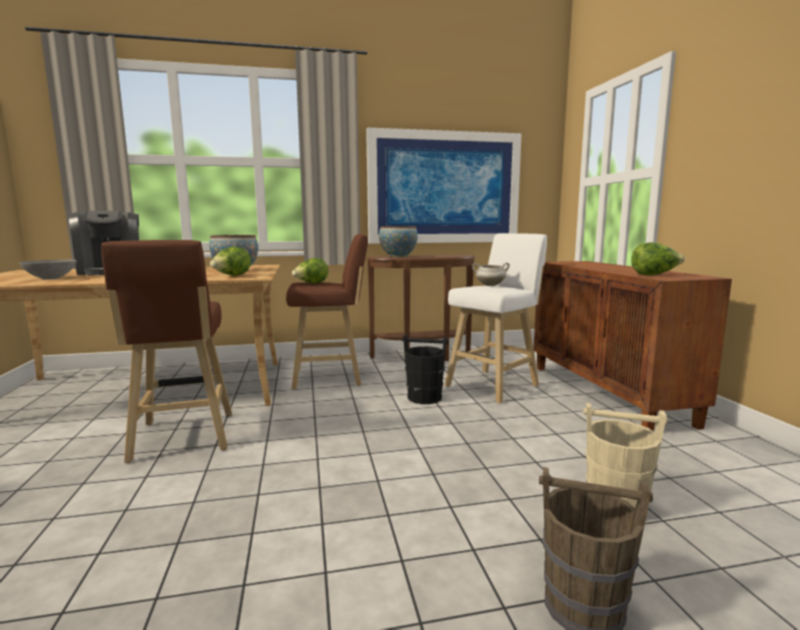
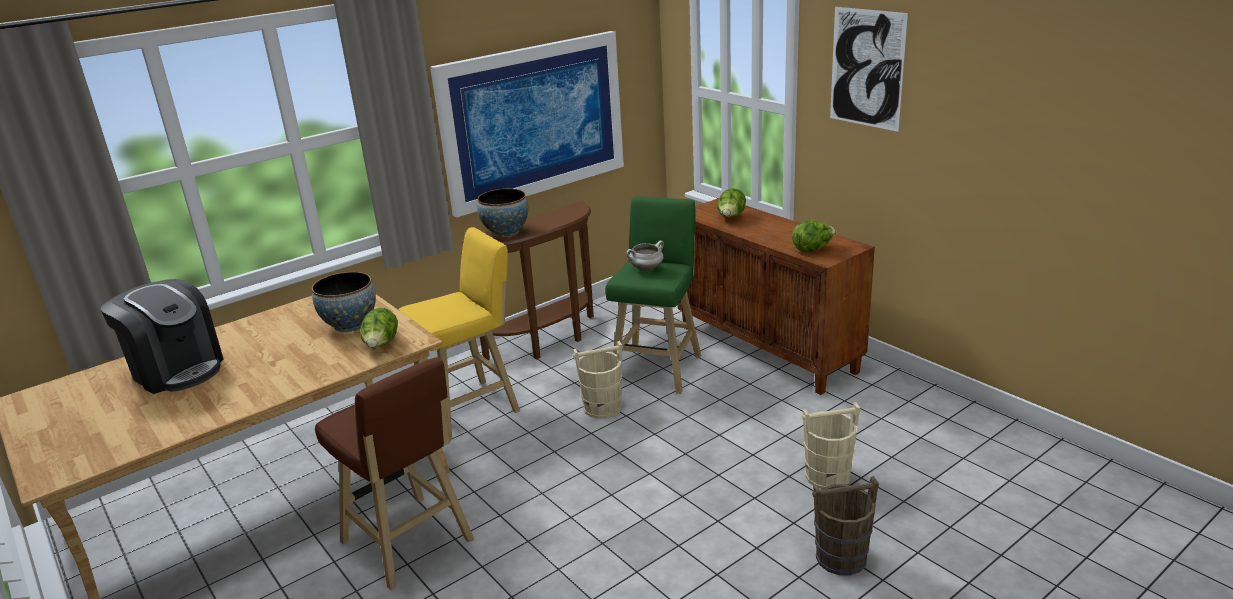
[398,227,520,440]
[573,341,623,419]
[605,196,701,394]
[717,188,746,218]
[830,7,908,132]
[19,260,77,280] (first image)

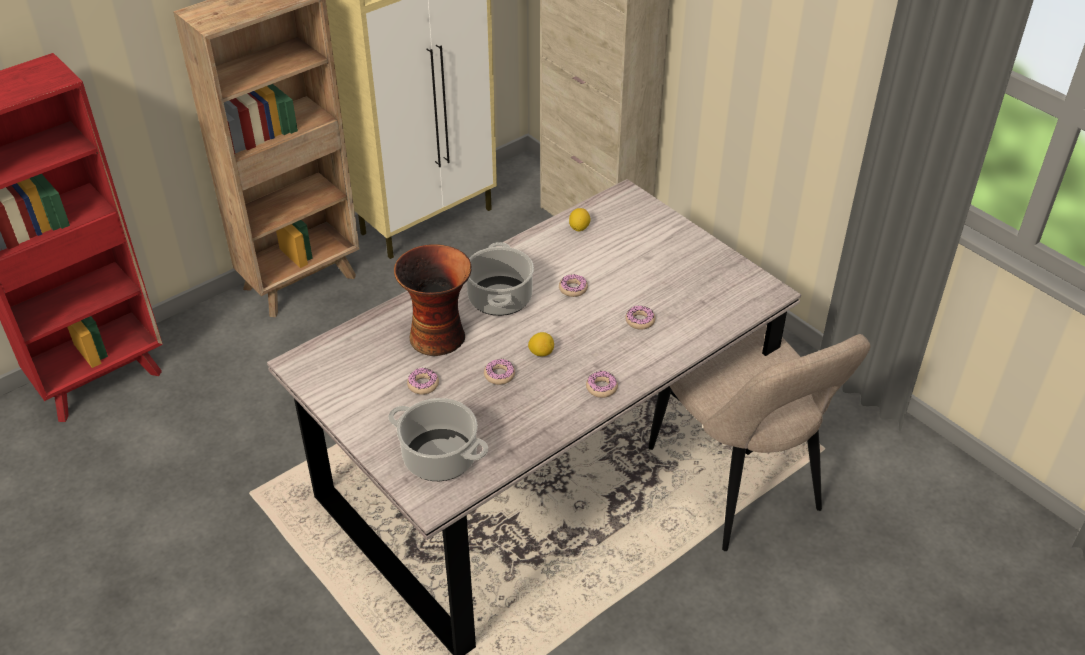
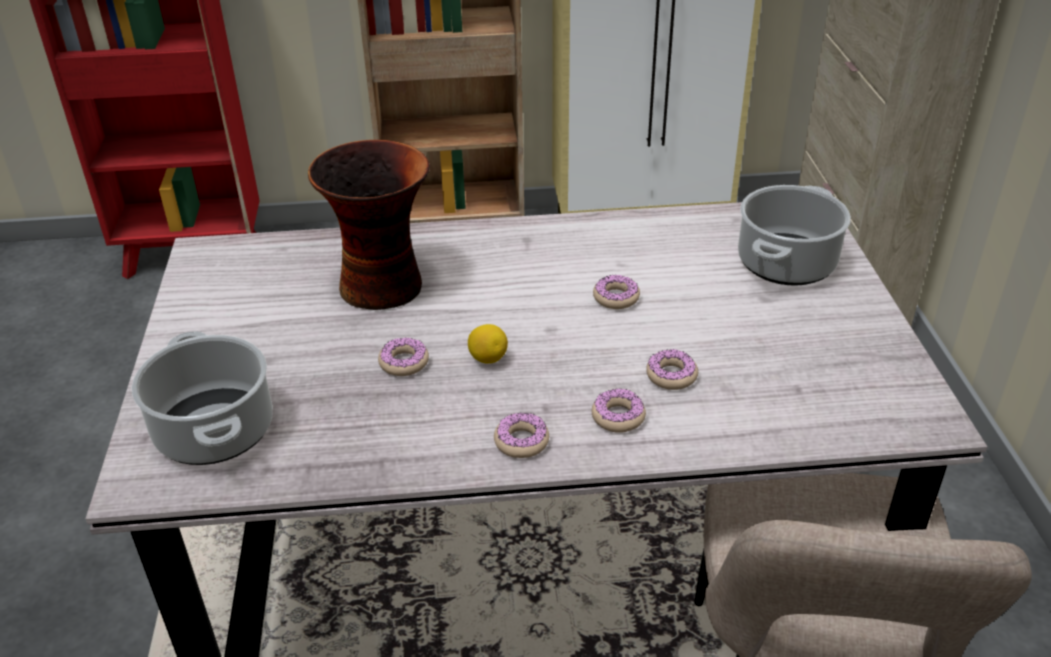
[591,388,646,433]
[738,185,851,286]
[569,208,590,232] (first image)

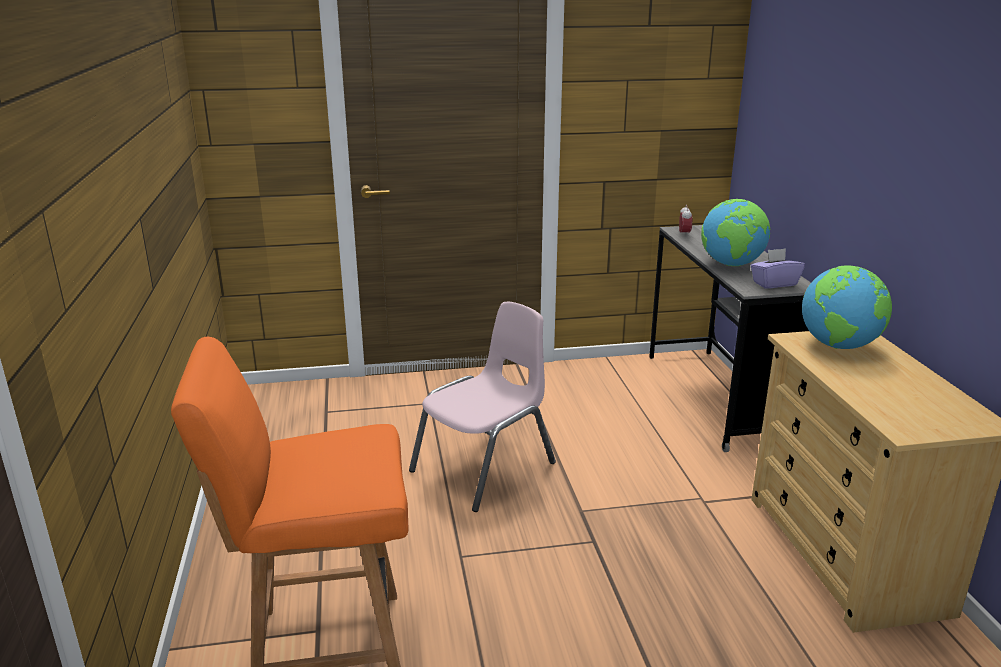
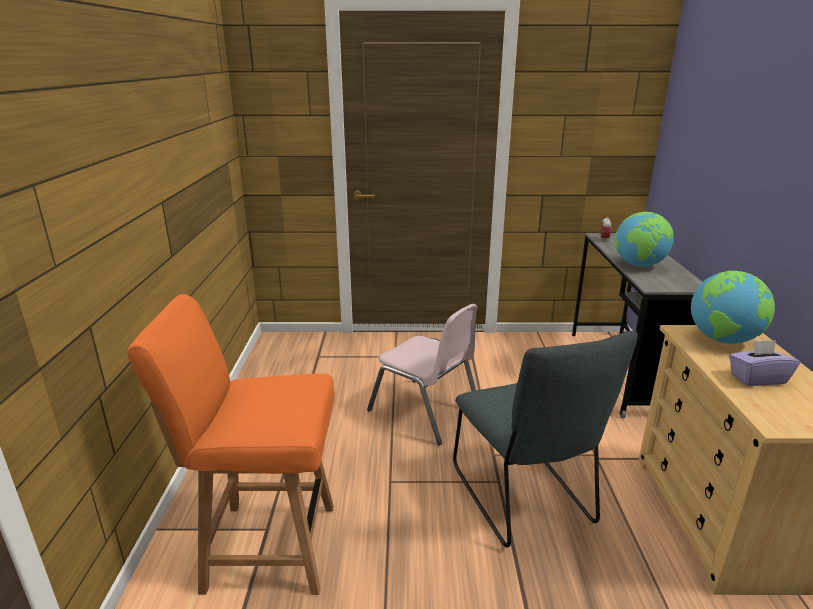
[367,304,478,445]
[453,331,638,547]
[729,340,800,386]

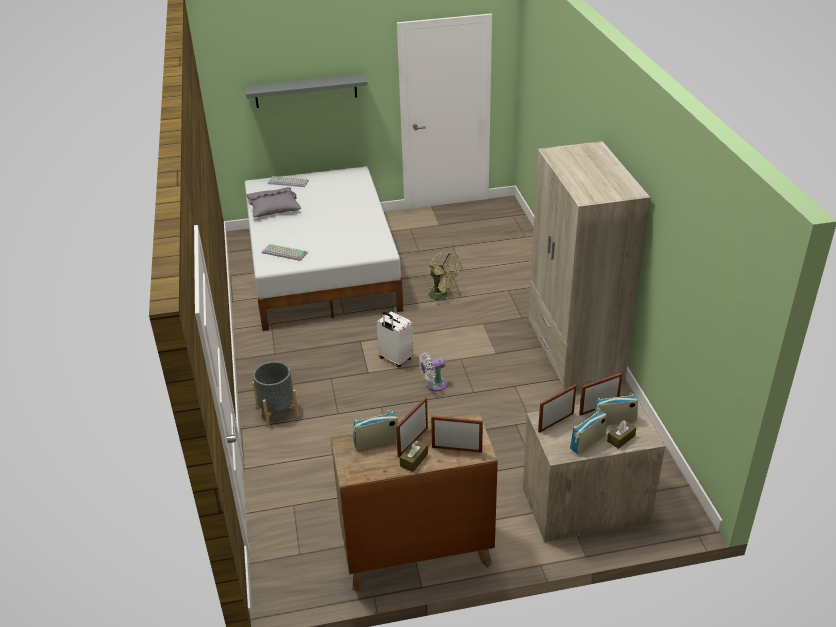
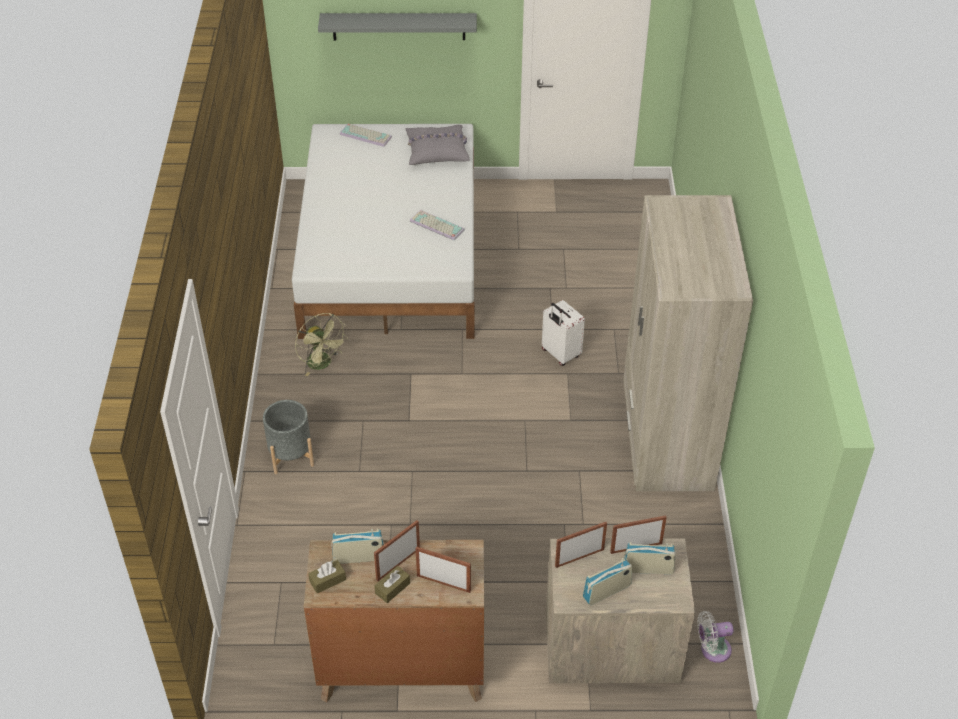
[295,313,348,376]
[308,560,346,593]
[406,125,469,165]
[410,210,465,240]
[542,300,585,366]
[697,611,734,663]

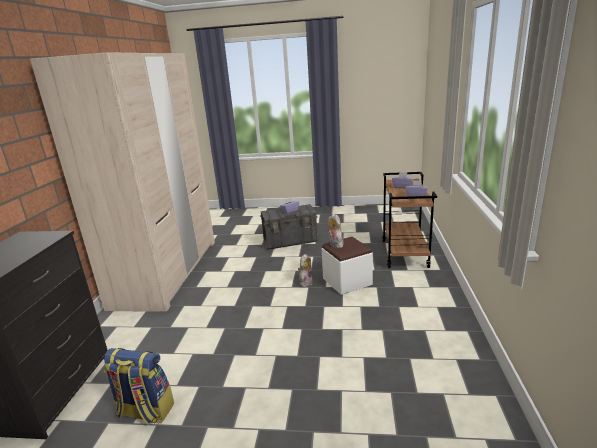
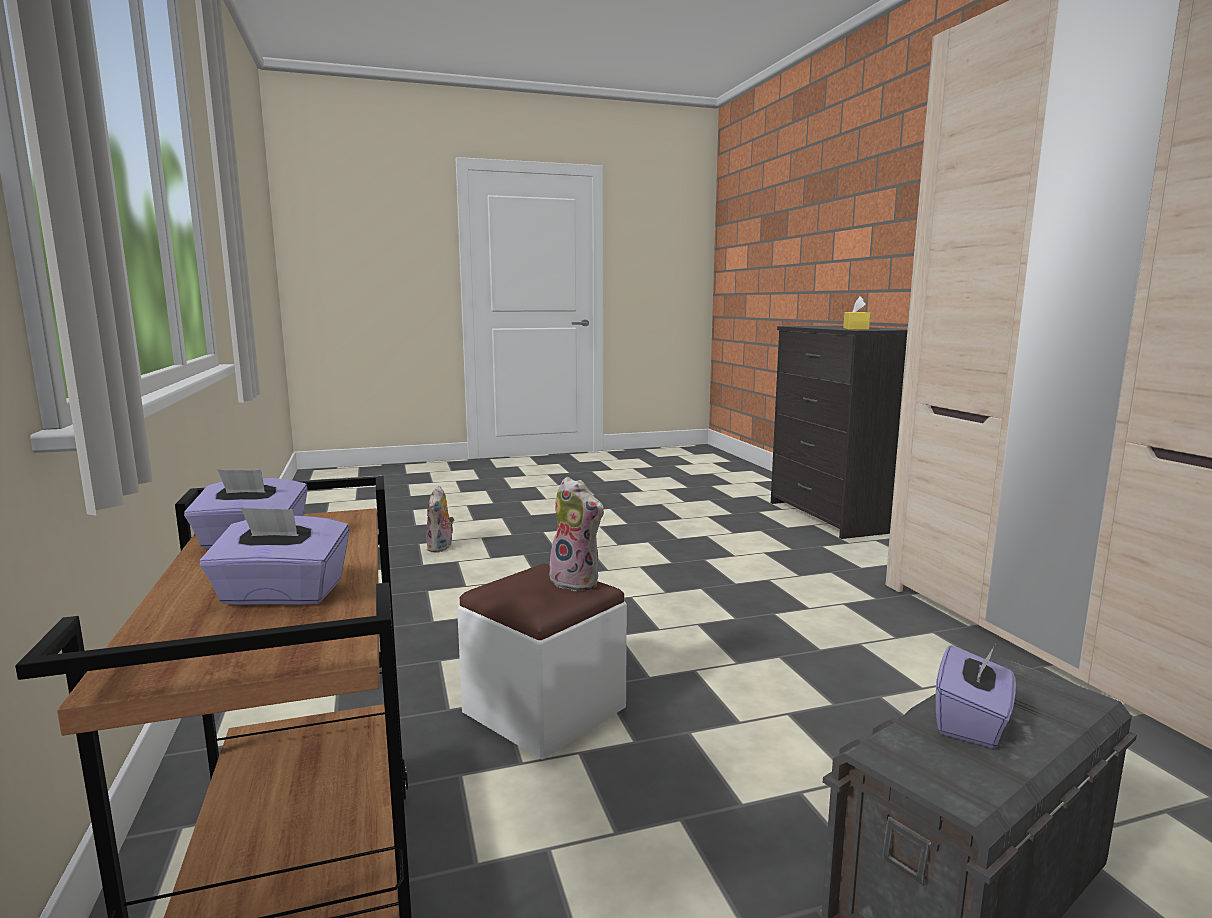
[427,486,454,552]
[843,296,871,330]
[104,348,174,425] (first image)

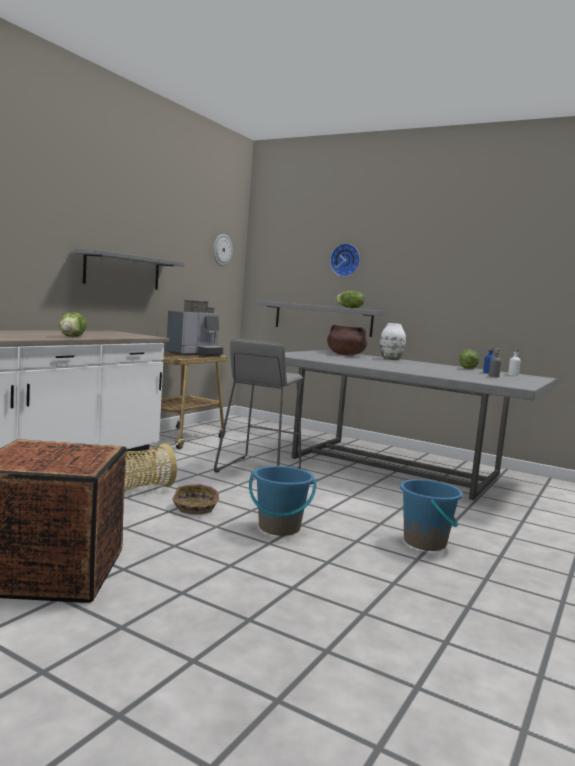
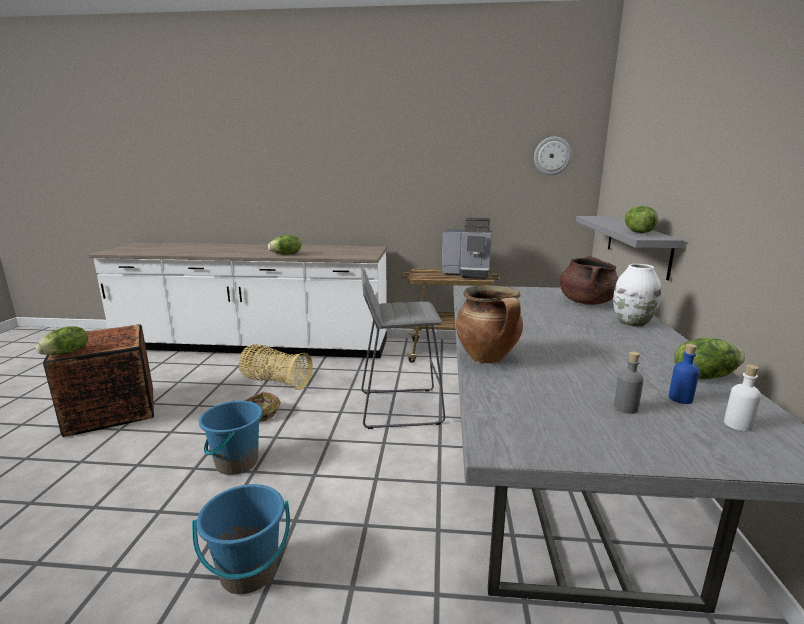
[35,326,88,355]
[456,285,523,363]
[74,248,185,290] (first image)
[330,243,360,277] (first image)

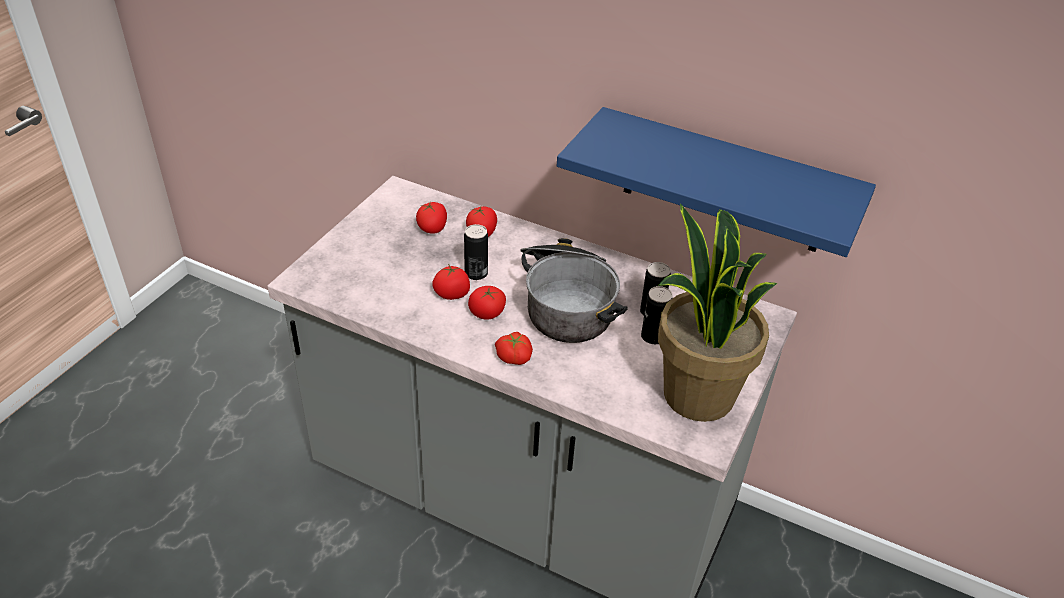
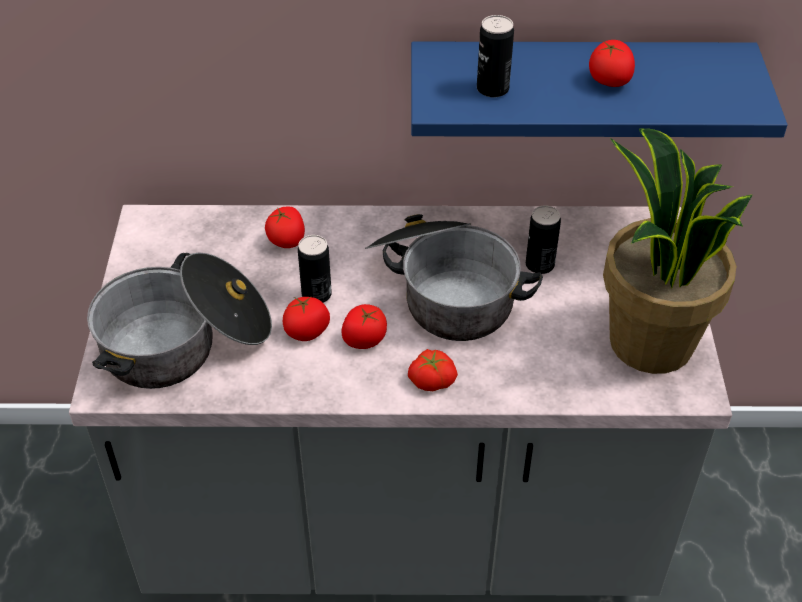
[87,252,272,389]
[477,15,514,98]
[589,40,635,87]

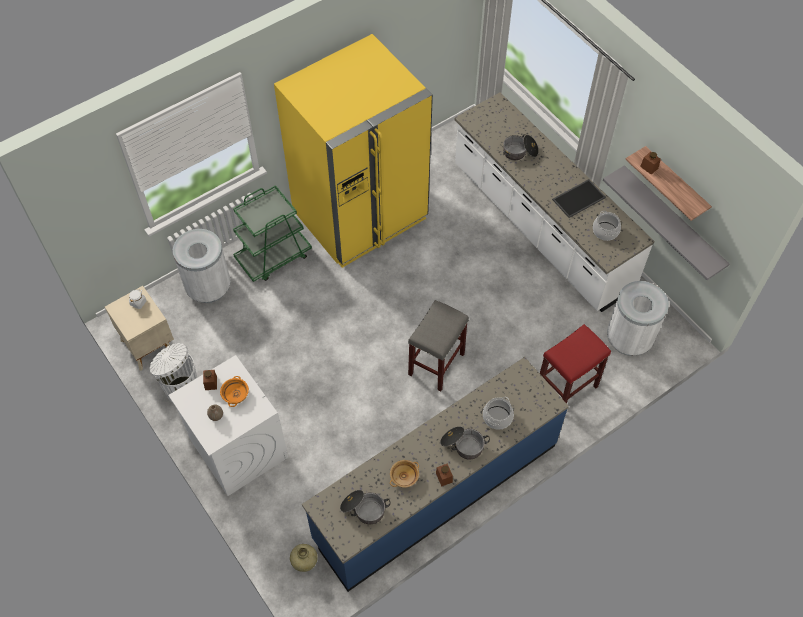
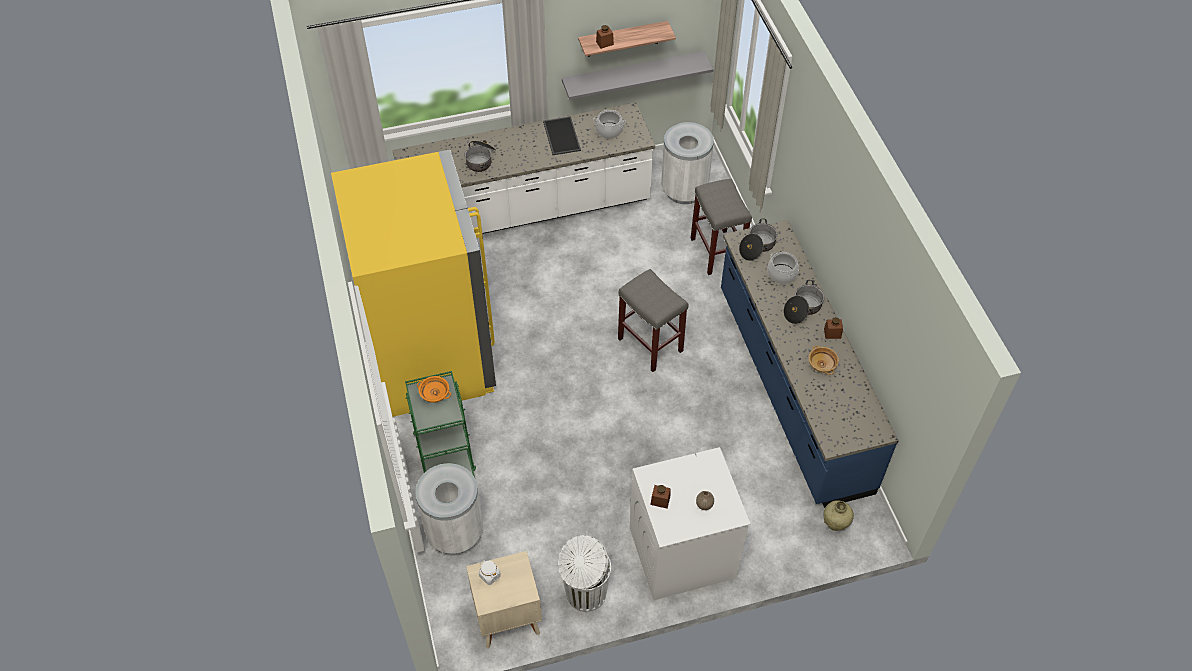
[417,376,451,403]
[691,178,752,275]
[739,219,778,261]

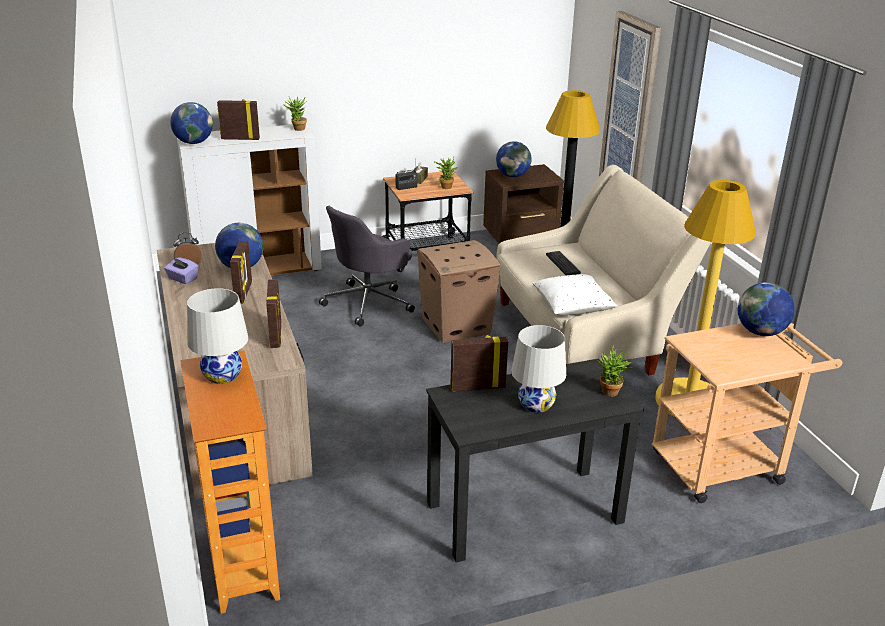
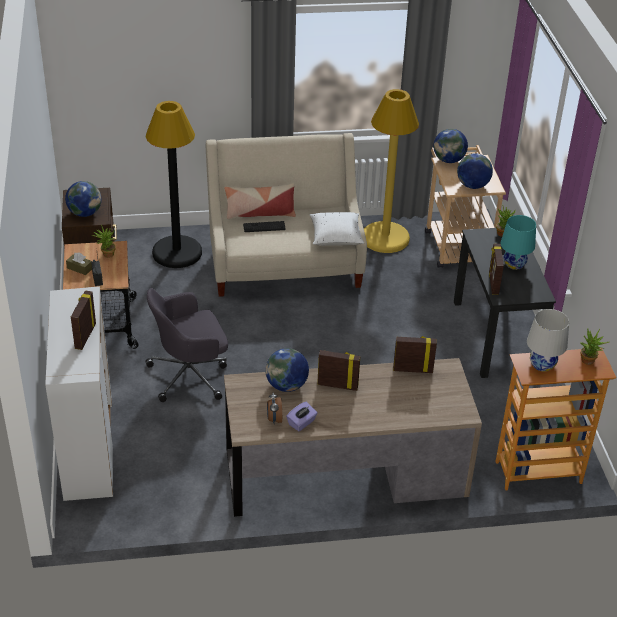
[145,288,228,402]
[224,183,296,219]
[457,153,493,189]
[501,215,536,270]
[579,328,609,365]
[417,240,501,343] (first image)
[599,11,661,183] (first image)

